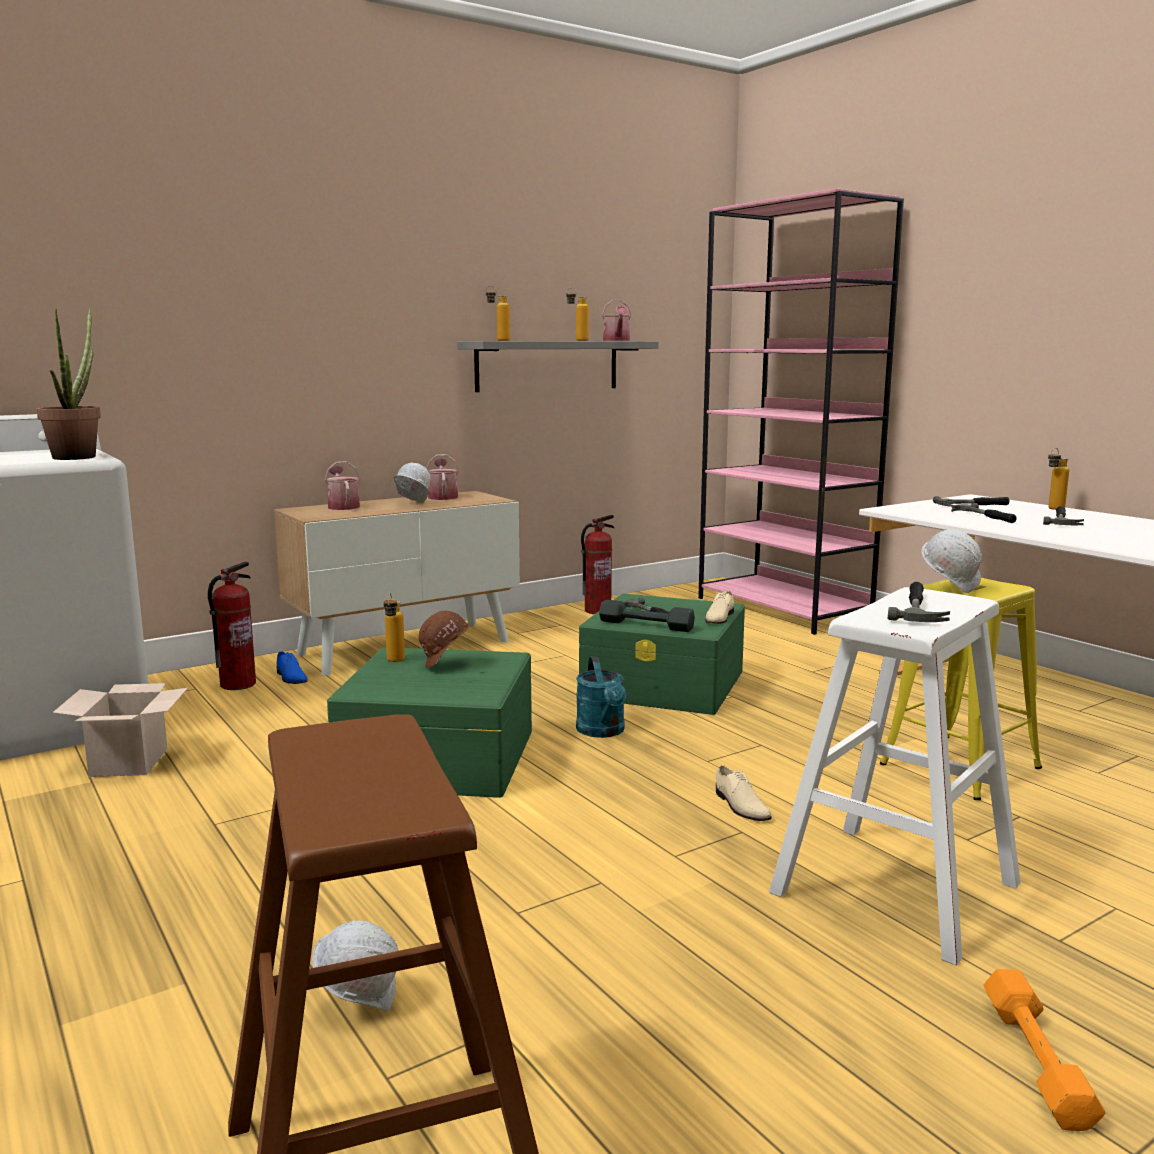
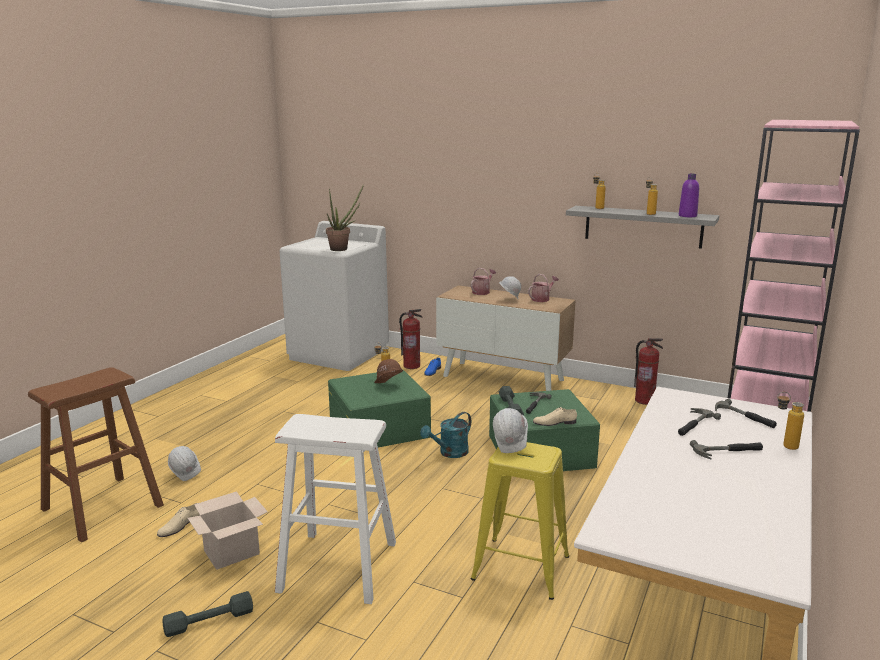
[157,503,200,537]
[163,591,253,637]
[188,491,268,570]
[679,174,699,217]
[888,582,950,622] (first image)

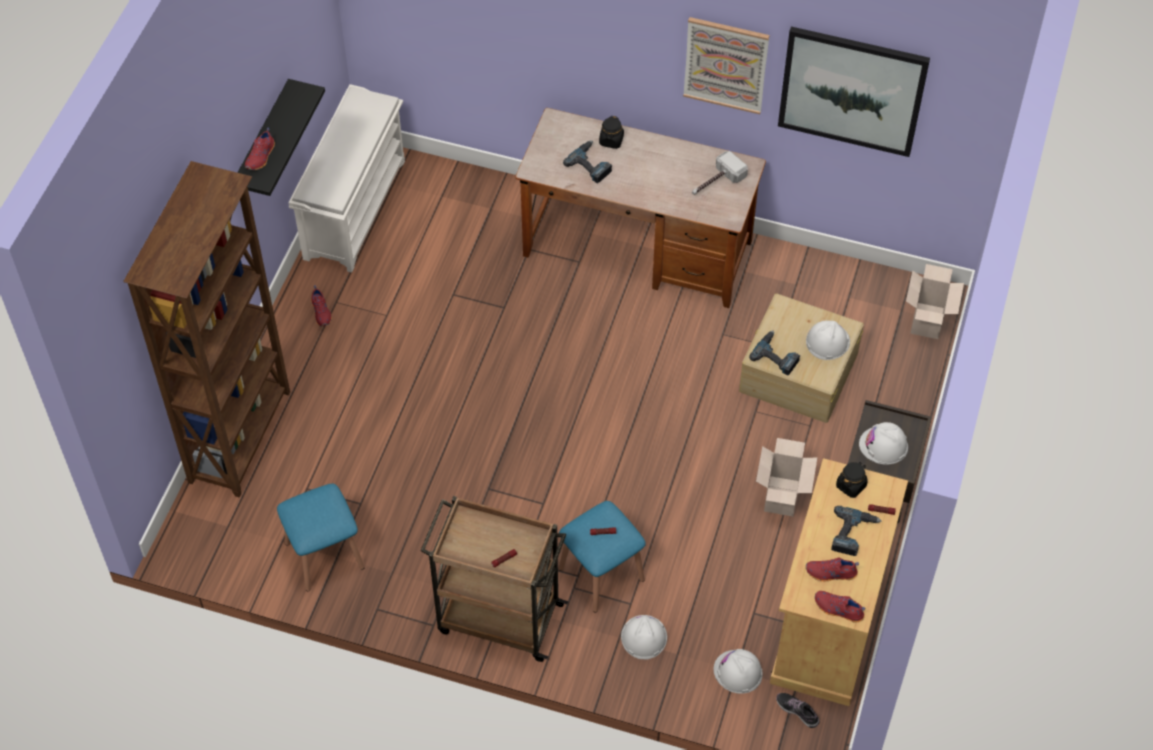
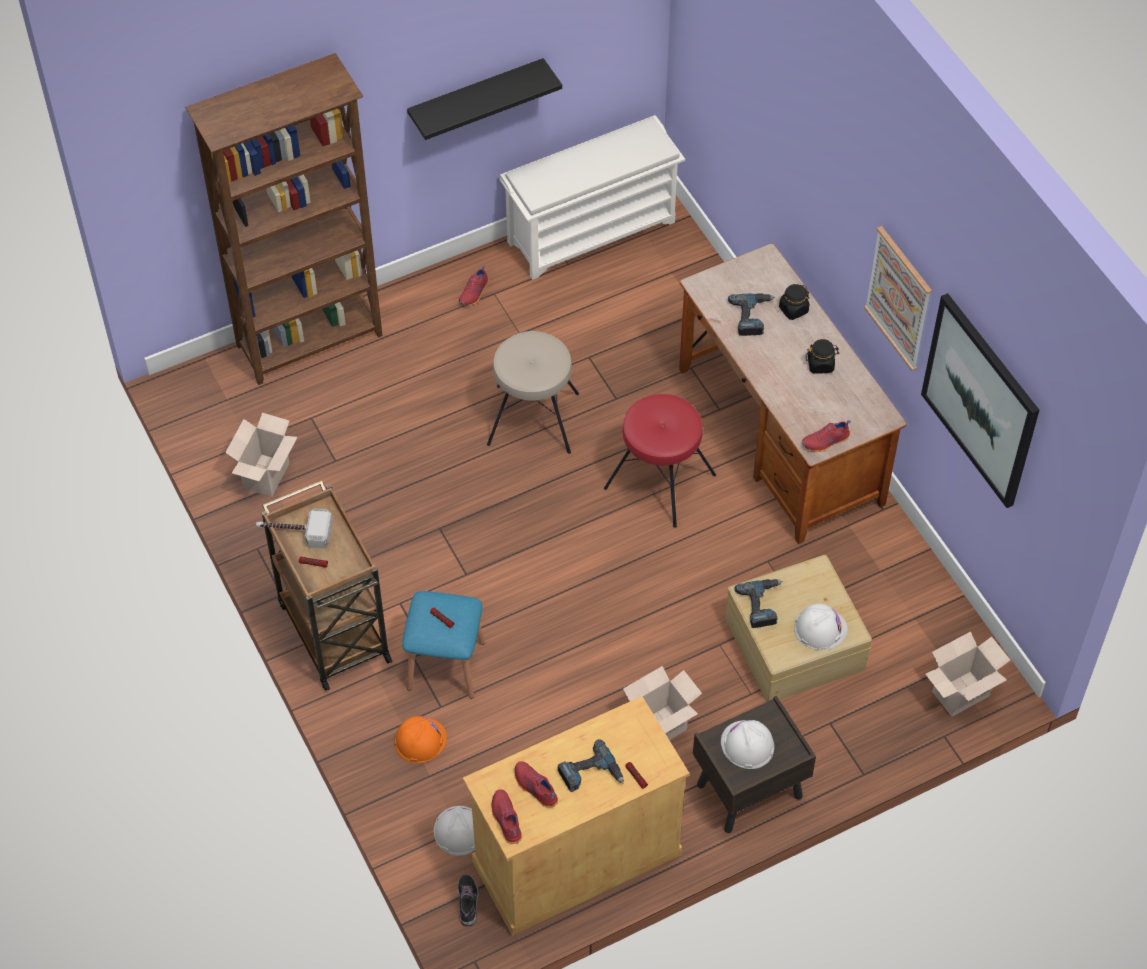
[225,413,297,497]
[256,509,332,548]
[395,716,447,763]
[487,331,579,454]
[604,394,716,528]
[802,420,851,452]
[806,339,839,373]

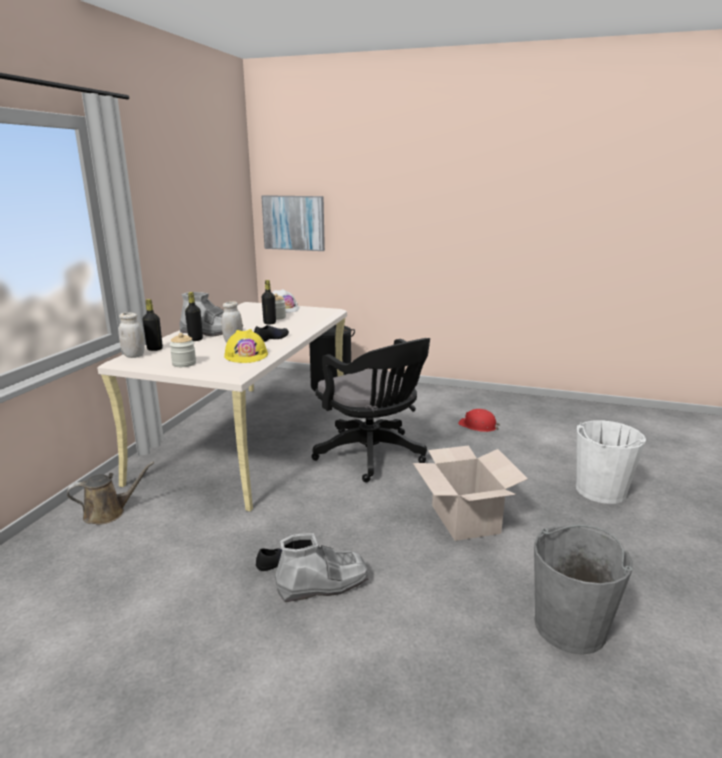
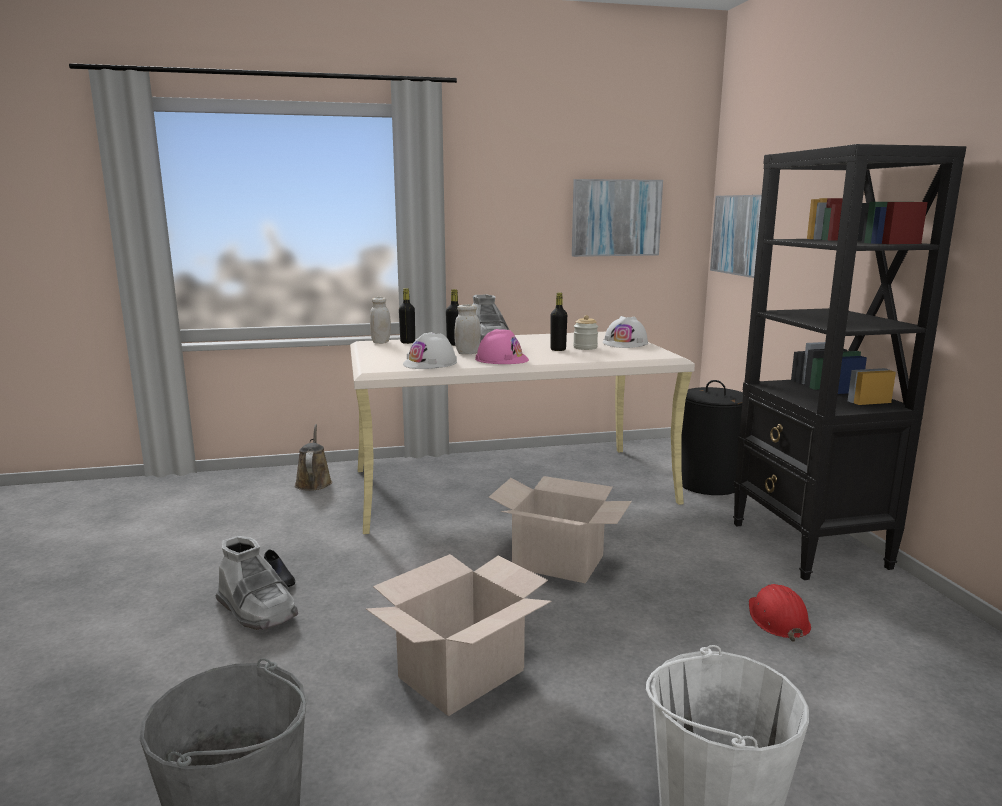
[295,424,332,491]
[403,332,457,369]
[475,329,529,364]
[489,476,632,583]
[572,179,663,257]
[733,144,967,580]
[169,333,196,367] (first image)

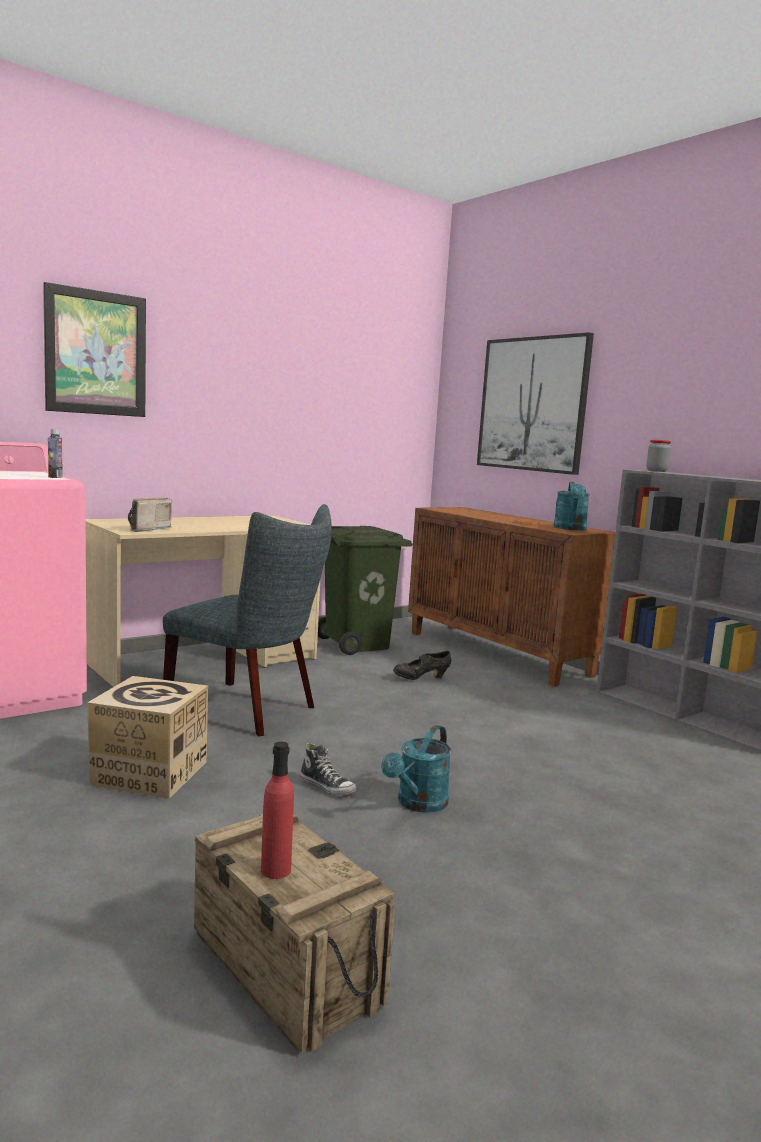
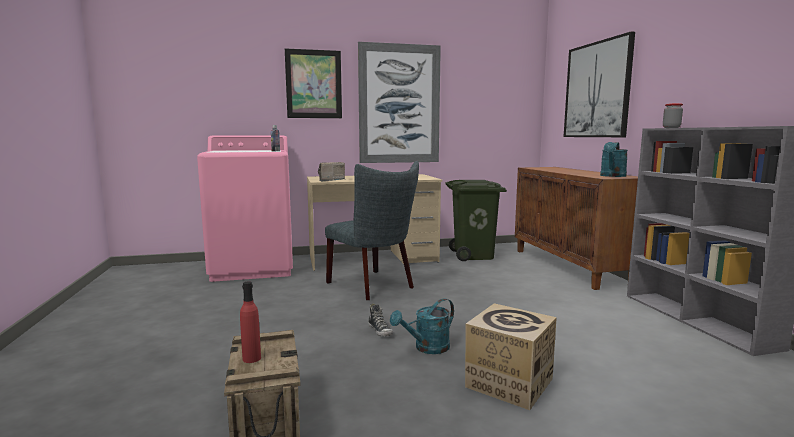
[358,42,441,163]
[465,303,557,410]
[393,651,451,680] (first image)

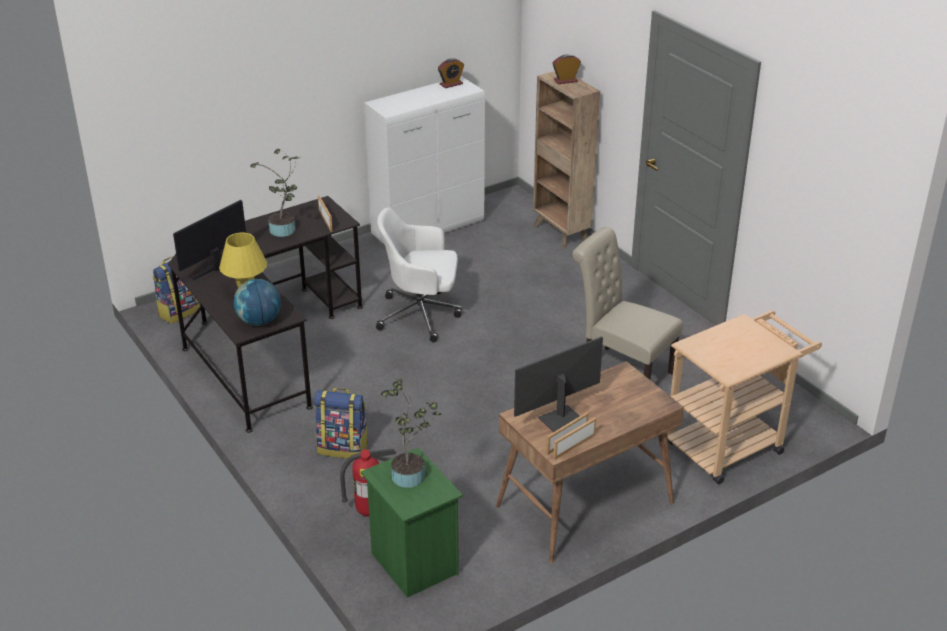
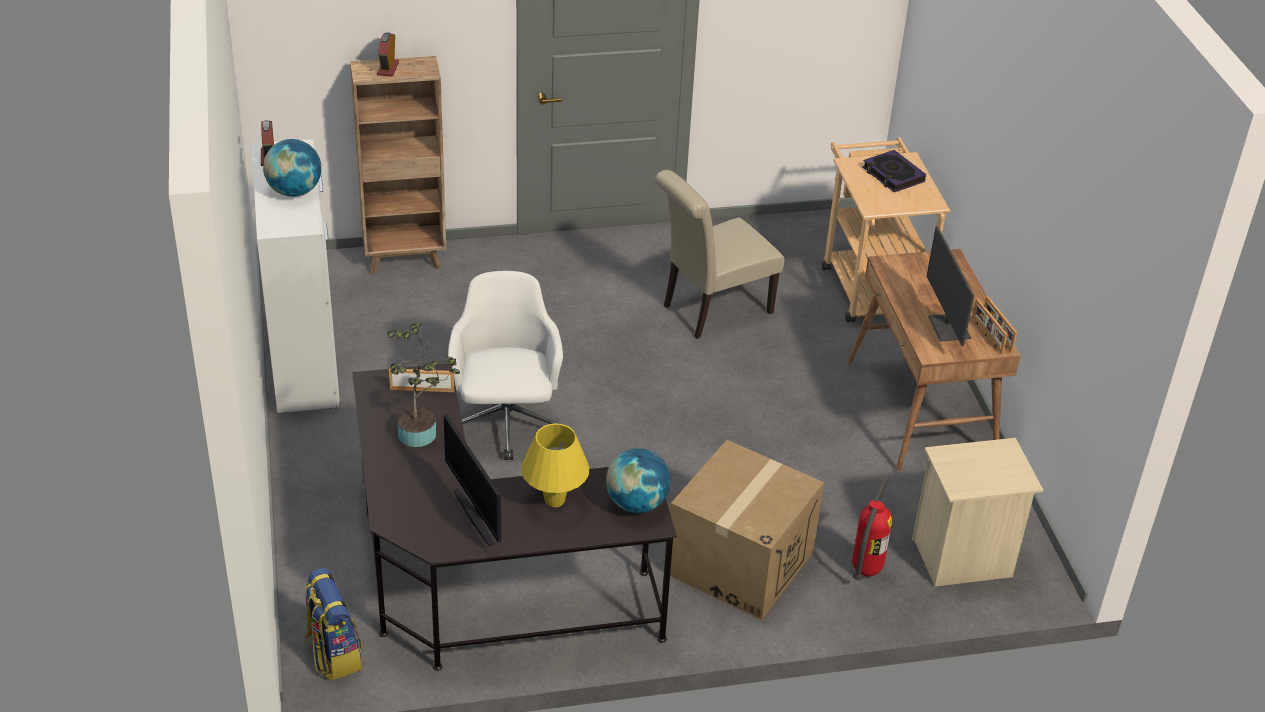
[263,139,321,197]
[448,271,563,460]
[670,440,824,620]
[862,150,926,192]
[912,438,1043,587]
[381,378,442,488] (first image)

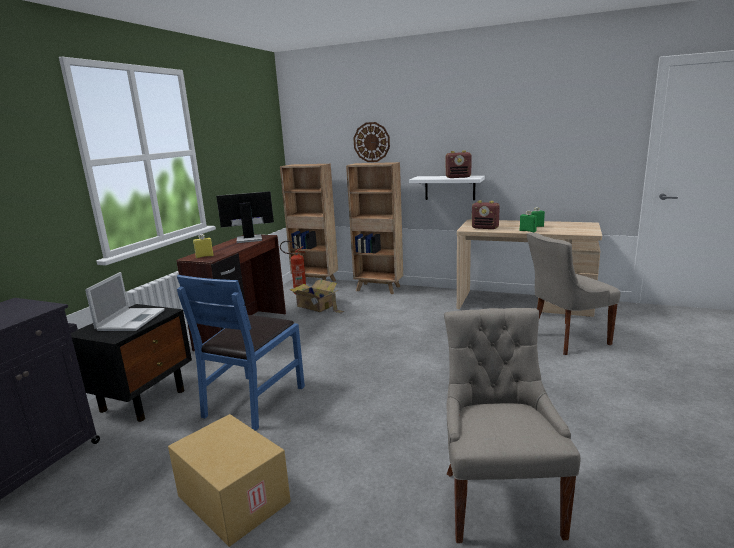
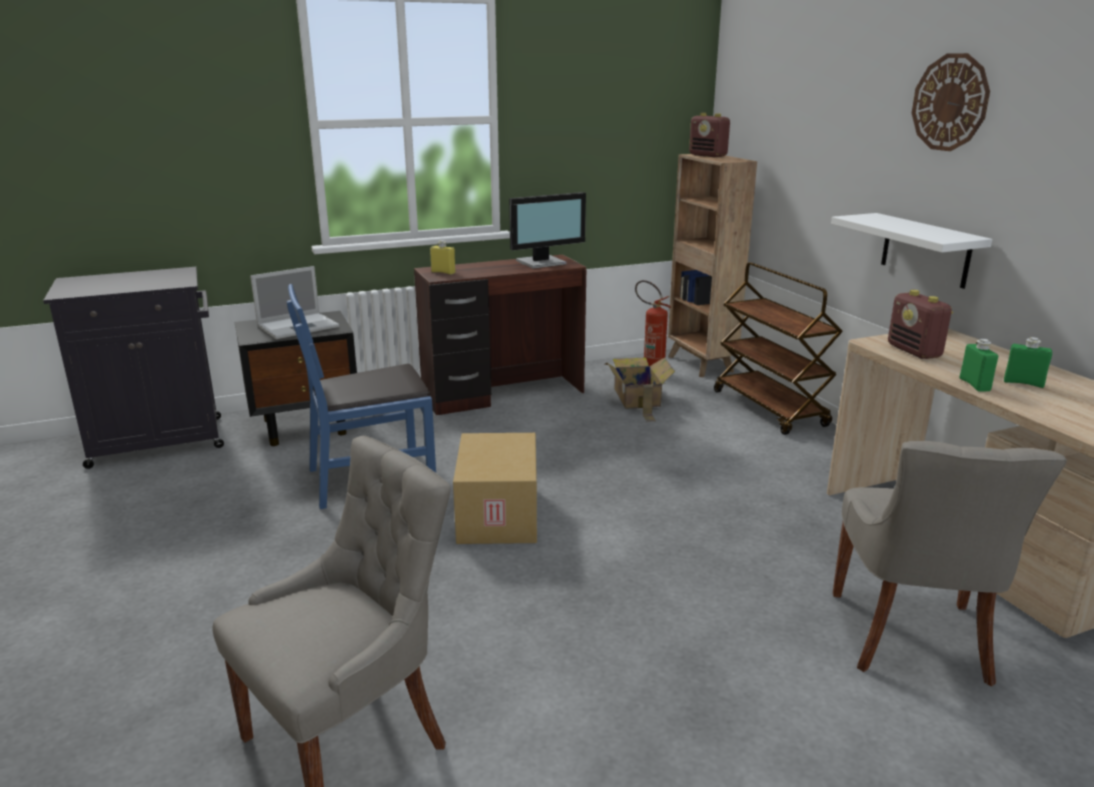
[453,433,537,544]
[509,192,586,269]
[689,113,730,157]
[714,262,843,435]
[833,441,1067,686]
[912,53,990,151]

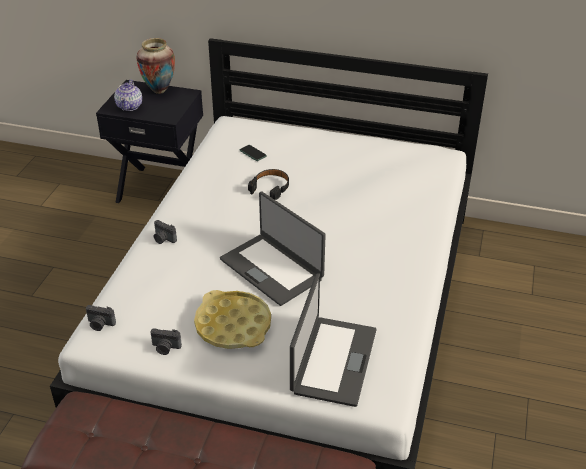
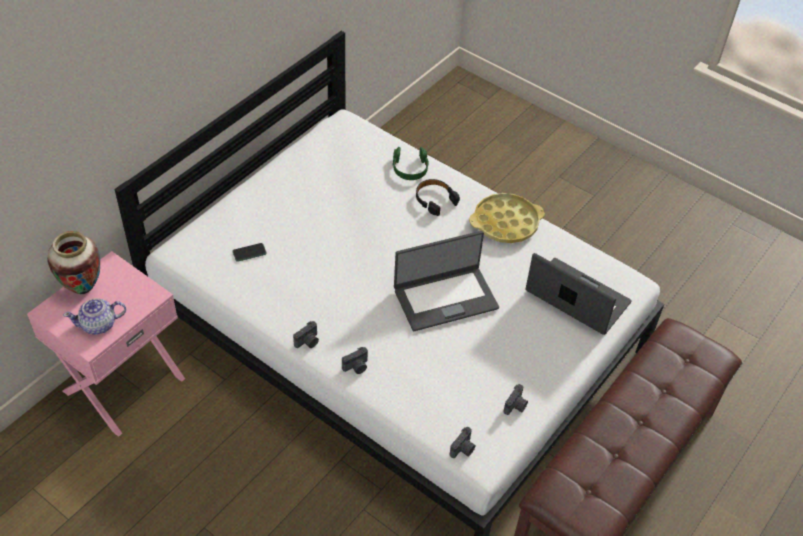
[27,251,185,437]
[63,298,126,335]
[293,321,319,348]
[393,147,429,180]
[416,179,460,216]
[469,193,545,243]

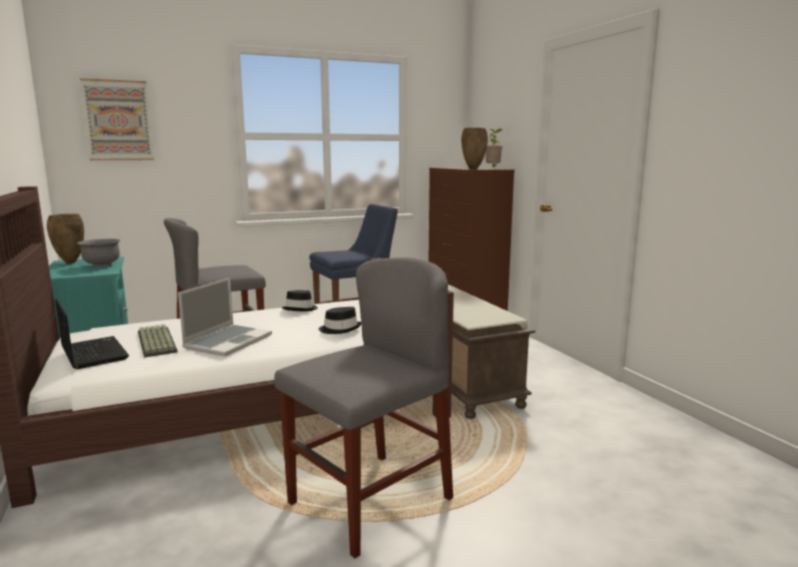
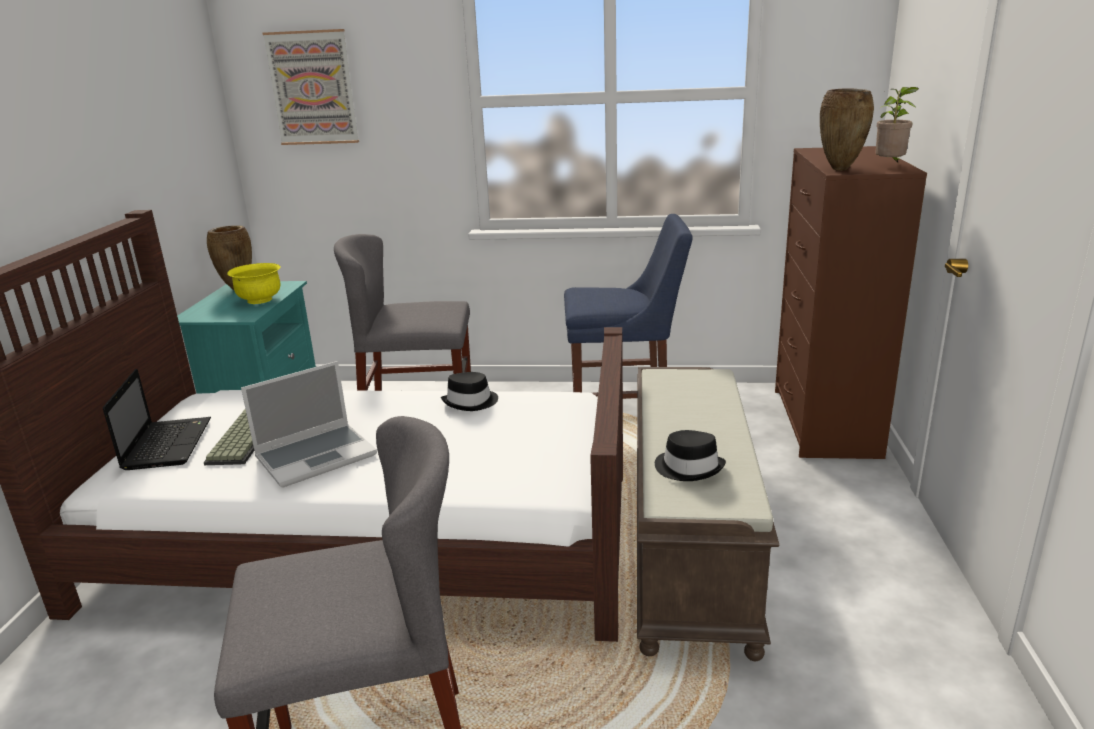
[227,263,281,304]
[655,430,726,481]

